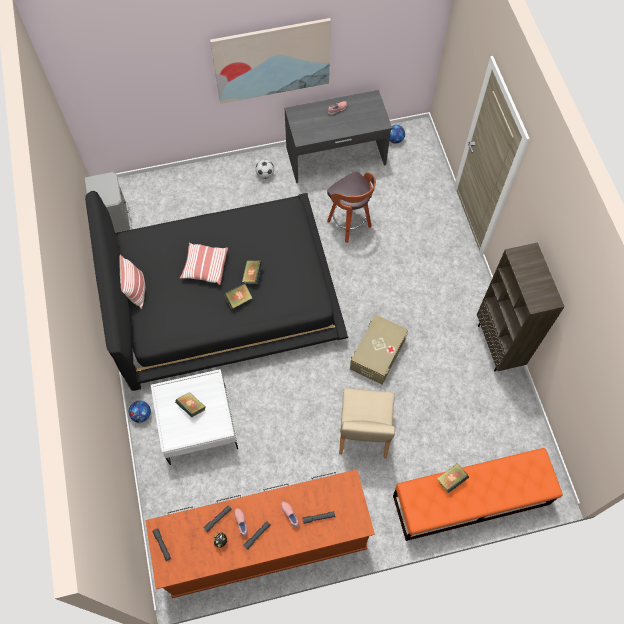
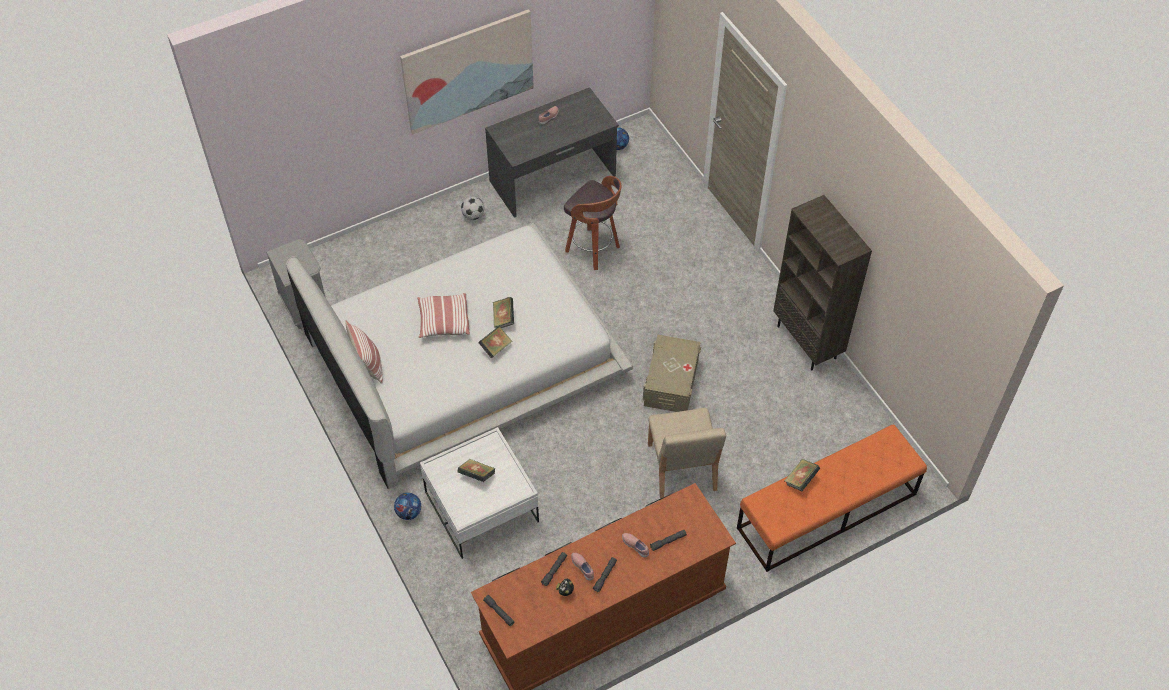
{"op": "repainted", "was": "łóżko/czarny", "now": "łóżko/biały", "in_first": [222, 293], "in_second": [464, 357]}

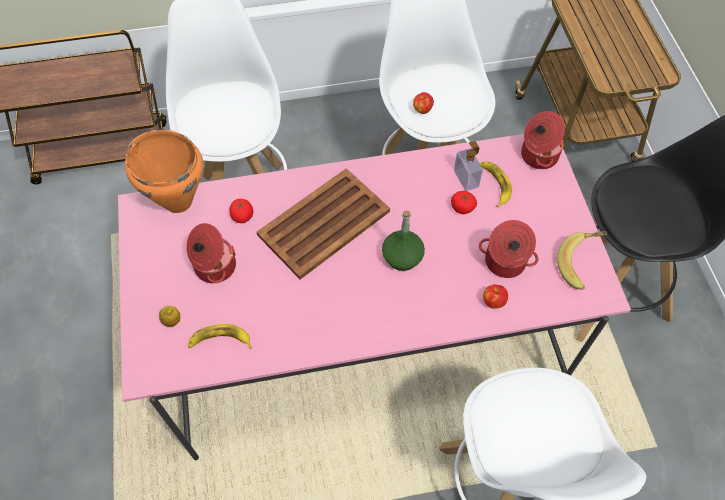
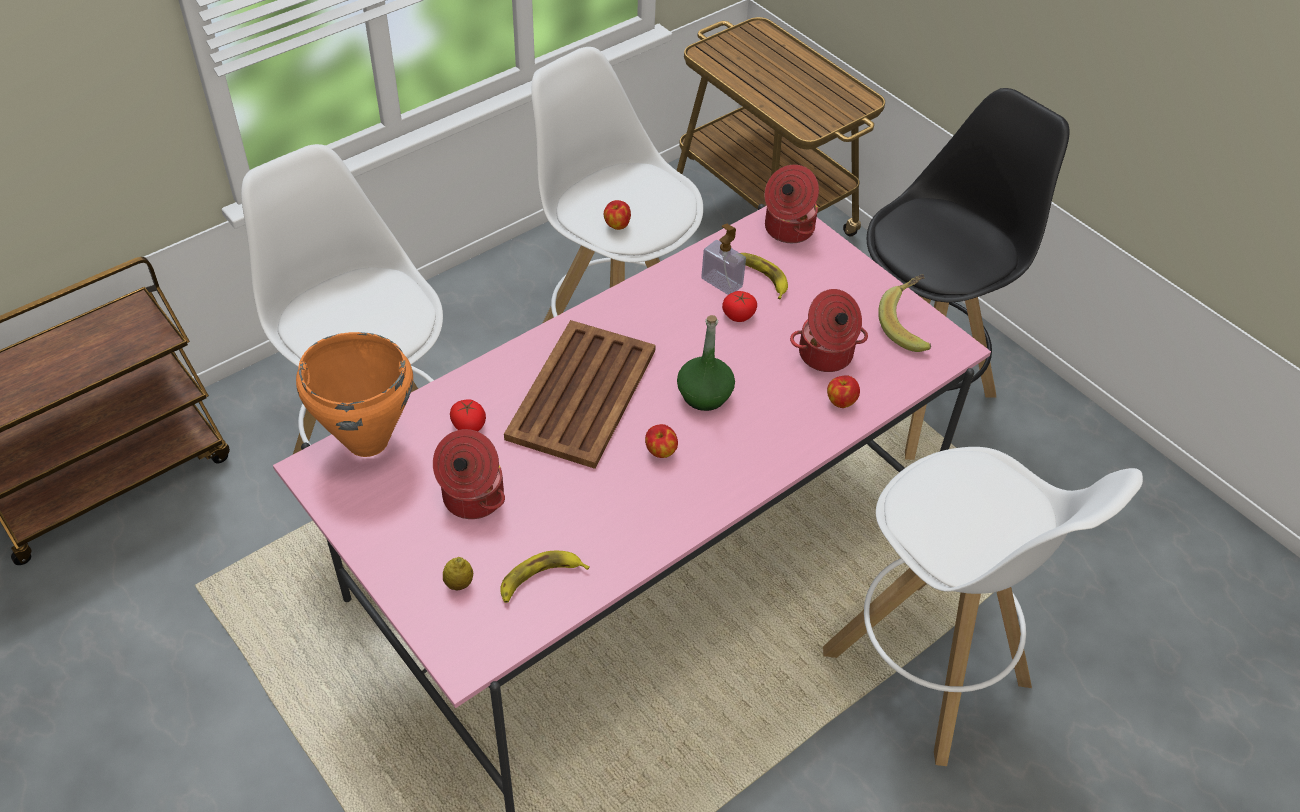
{"op": "new", "now": "jabłko", "in_second": [660, 451]}

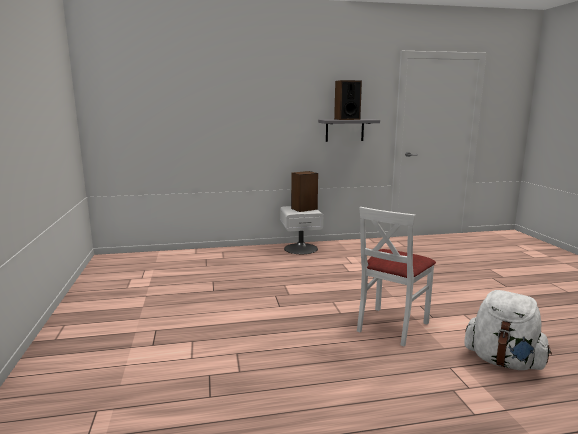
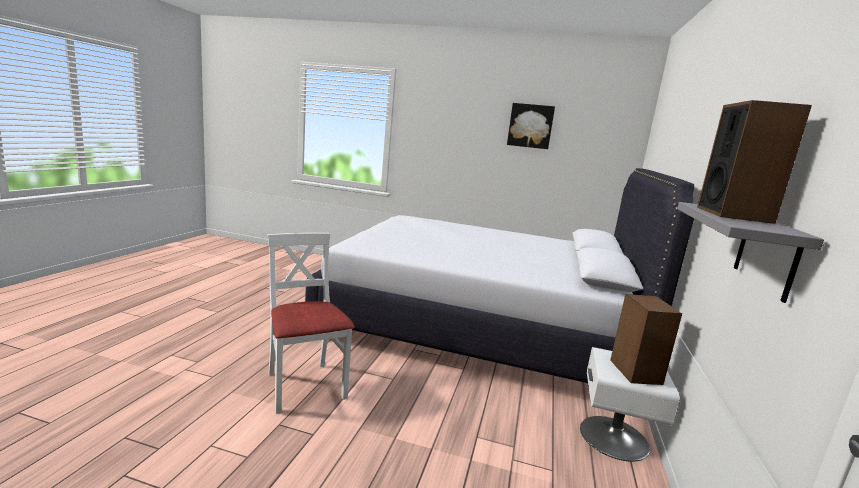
{"op": "gone", "was": "plecak/biały", "in_first": [503, 361]}
{"op": "new", "now": "łóżko/biały", "in_second": [478, 326]}
{"op": "new", "now": "obraz", "in_second": [530, 126]}

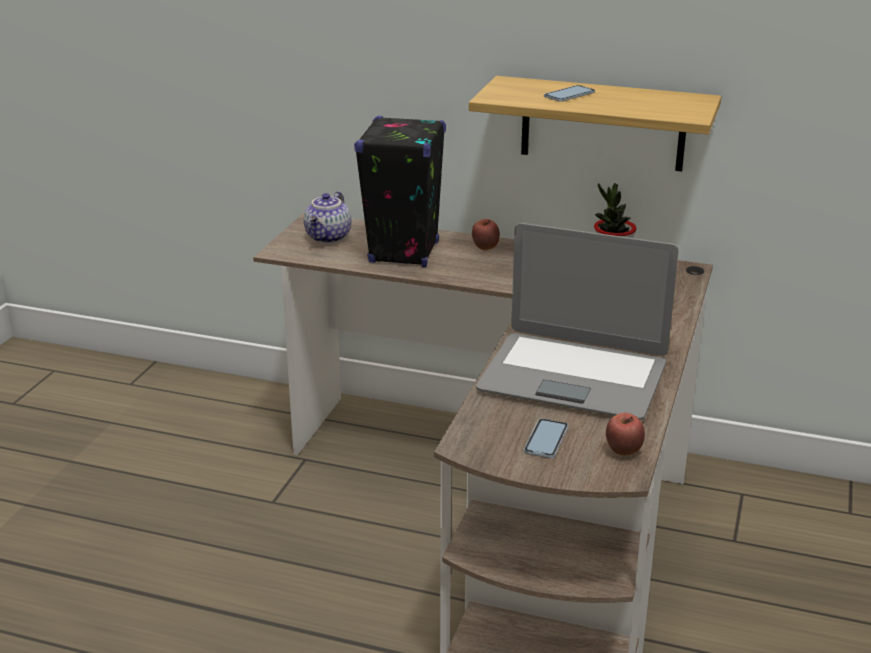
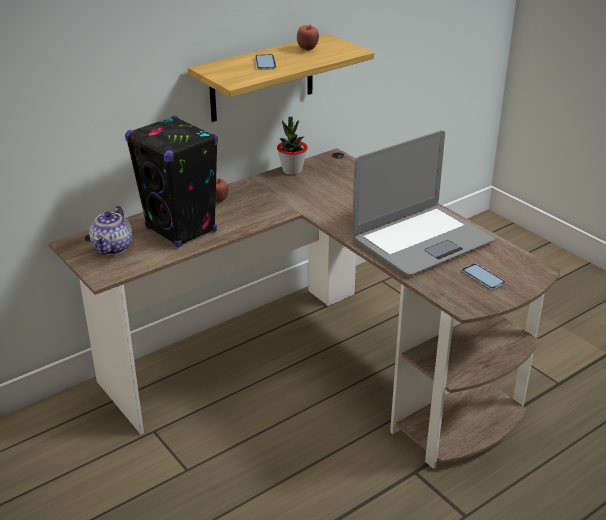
{"op": "shifted", "was": "jabłko", "in_first": [623, 452], "in_second": [307, 49]}
{"op": "rotated", "was": "imbryk", "in_first": [329, 238], "in_second": [113, 248], "clockwise": 45}

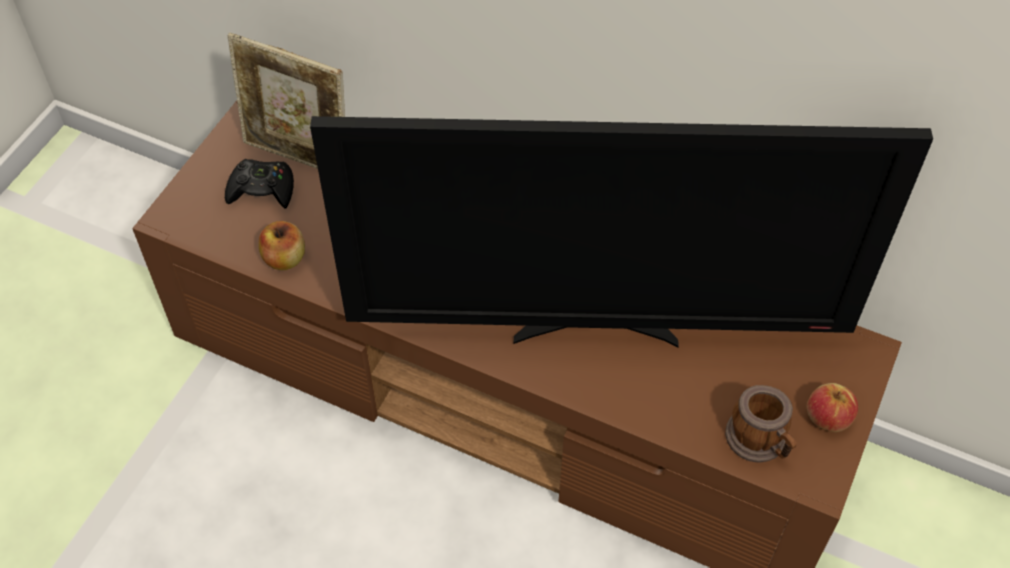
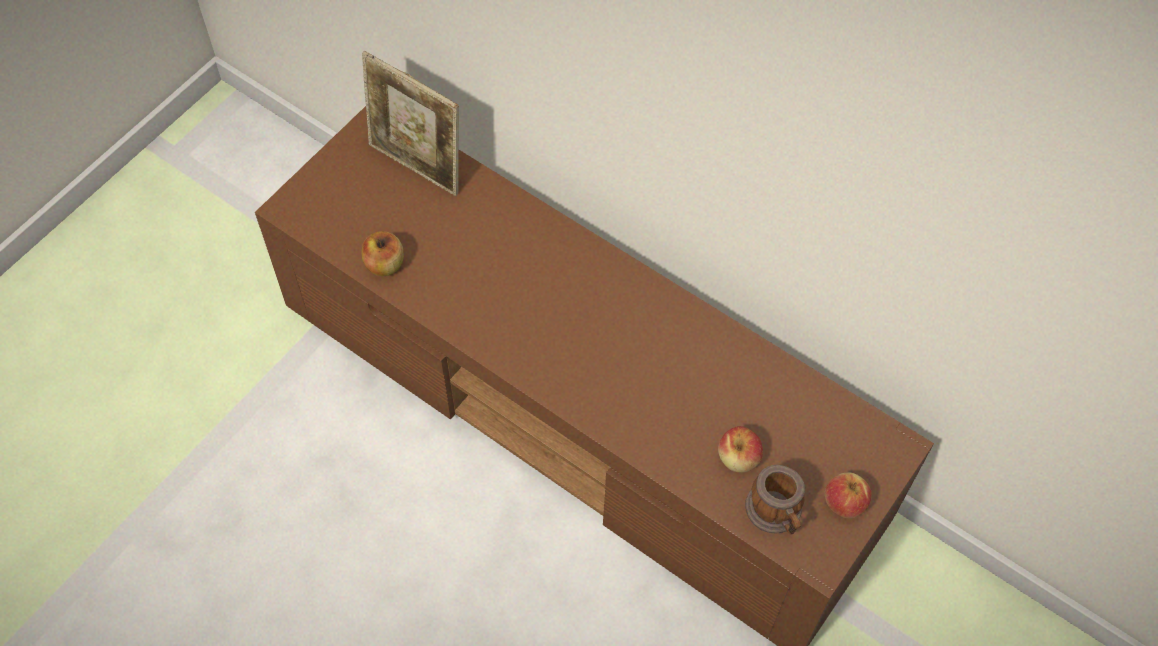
{"op": "gone", "was": "pad do gier/czarny", "in_first": [262, 189]}
{"op": "gone", "was": "telewizor", "in_first": [597, 329]}
{"op": "new", "now": "jabłko", "in_second": [738, 458]}

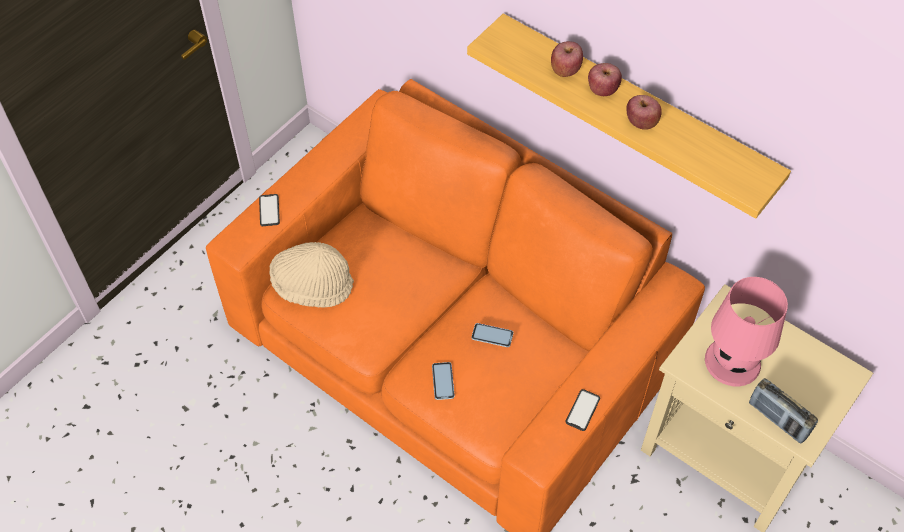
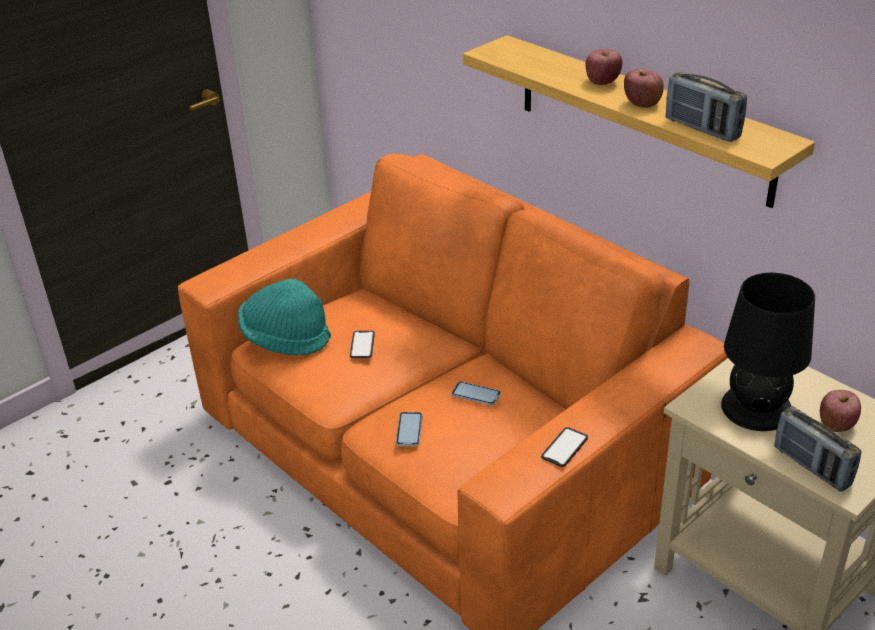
{"op": "new", "now": "radio", "in_second": [702, 129]}
{"op": "shifted", "was": "telefon", "in_first": [269, 210], "in_second": [362, 345]}
{"op": "shifted", "was": "jabłko", "in_first": [565, 70], "in_second": [836, 424]}
{"op": "repainted", "was": "kapelusz/beżowy", "now": "kapelusz/turkusowy", "in_first": [312, 286], "in_second": [285, 339]}
{"op": "repainted", "was": "lampa stołowa/różowy", "now": "lampa stołowa/czarny", "in_first": [733, 361], "in_second": [757, 407]}

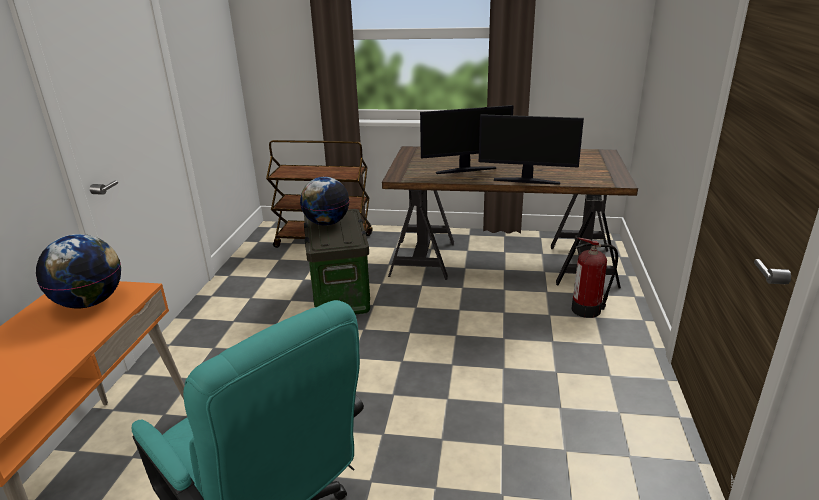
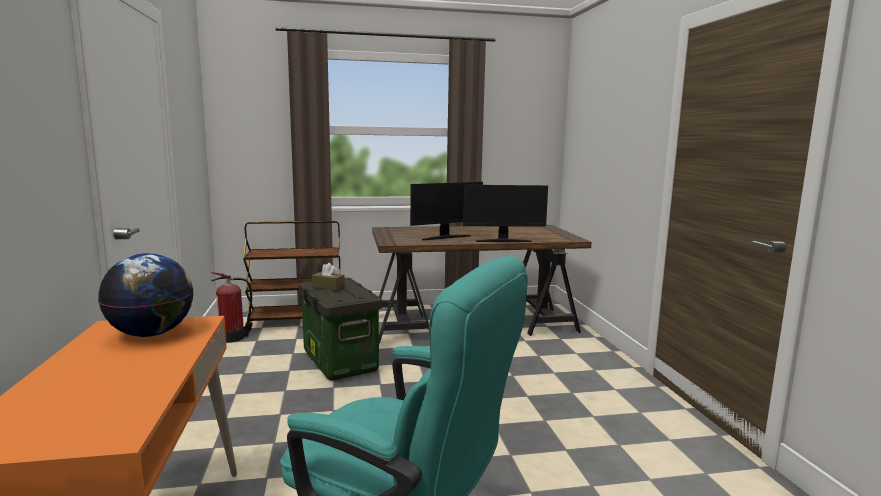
{"op": "shifted", "was": "gaśnica", "in_first": [588, 309], "in_second": [233, 337]}
{"op": "swapped", "was": "globus", "now": "pudełko chusteczek/brązowy", "in_first": [326, 223], "in_second": [328, 287]}

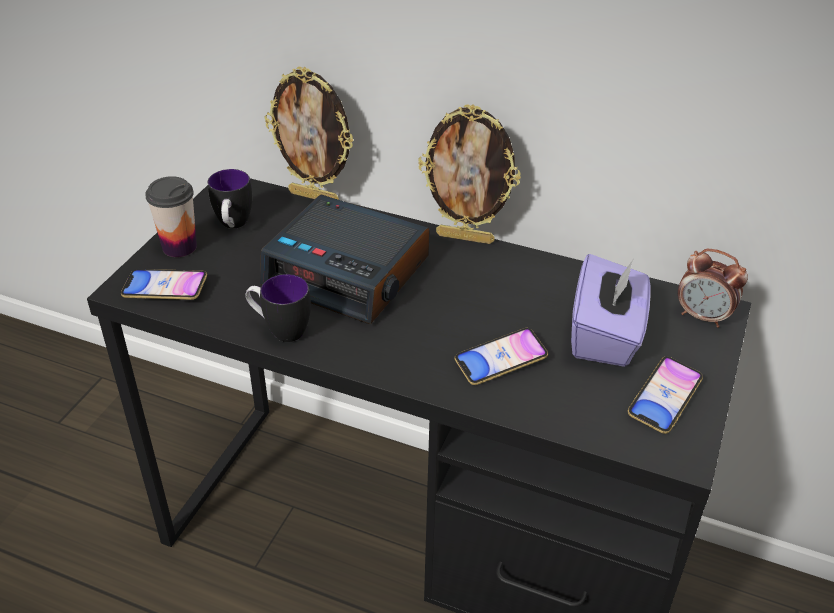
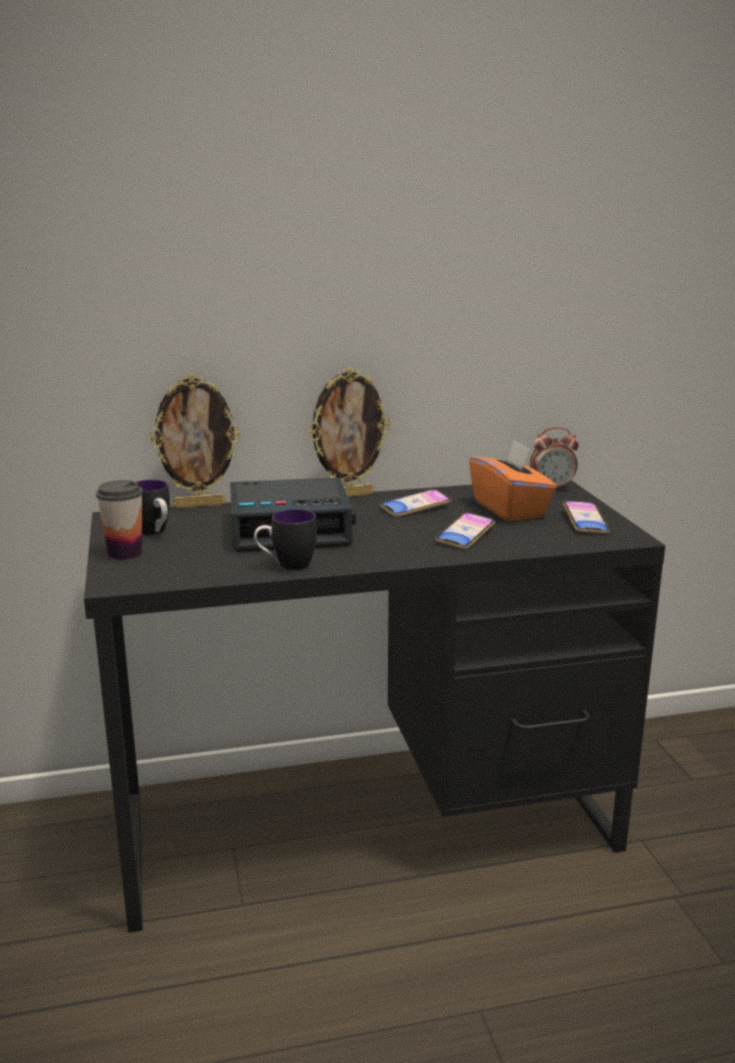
{"op": "shifted", "was": "telefon", "in_first": [165, 289], "in_second": [415, 507]}
{"op": "repainted", "was": "pudełko chusteczek/fioletowy", "now": "pudełko chusteczek/pomarańczowy", "in_first": [605, 335], "in_second": [510, 509]}

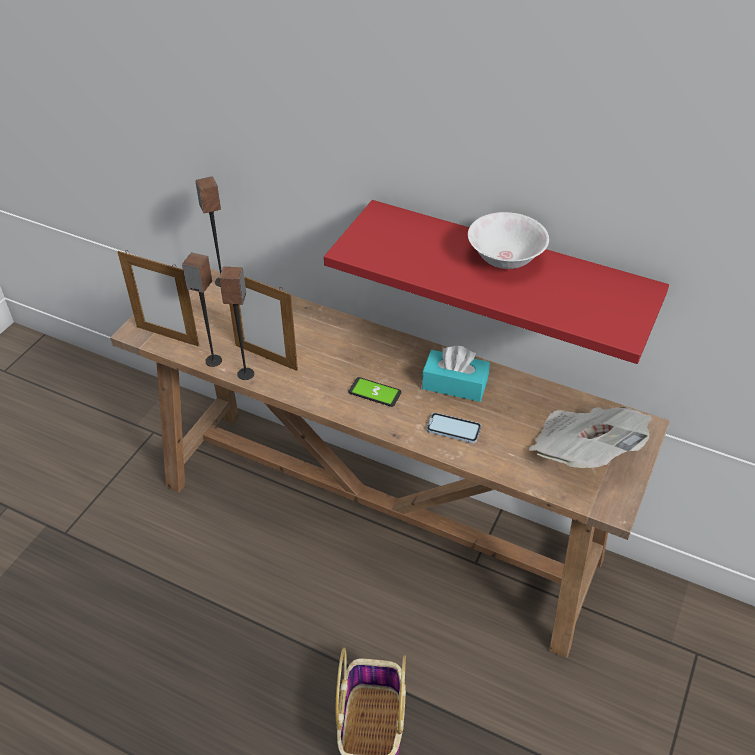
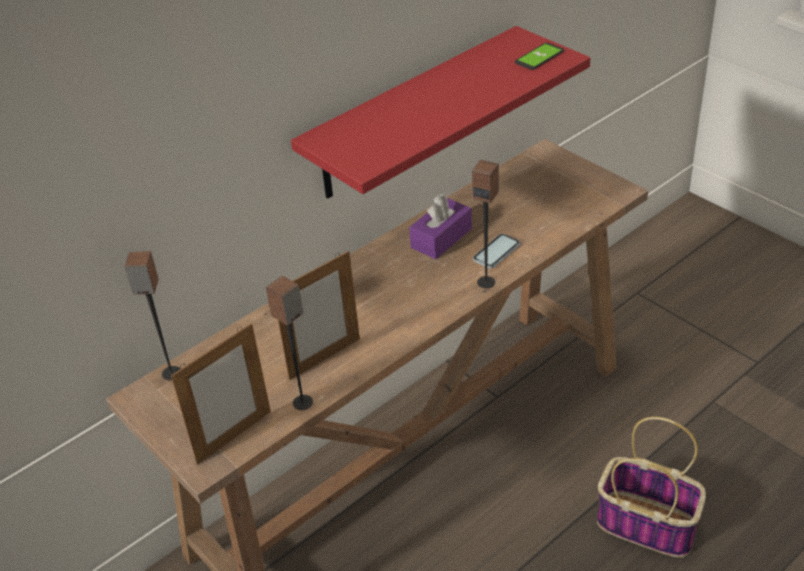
{"op": "gone", "was": "miska/biały", "in_first": [504, 259]}
{"op": "gone", "was": "gazeta", "in_first": [583, 452]}
{"op": "shifted", "was": "głośnik", "in_first": [246, 374], "in_second": [486, 282]}
{"op": "shifted", "was": "telefon", "in_first": [374, 392], "in_second": [539, 57]}
{"op": "repainted", "was": "pudełko chusteczek/turkusowy", "now": "pudełko chusteczek/fioletowy", "in_first": [454, 384], "in_second": [441, 238]}

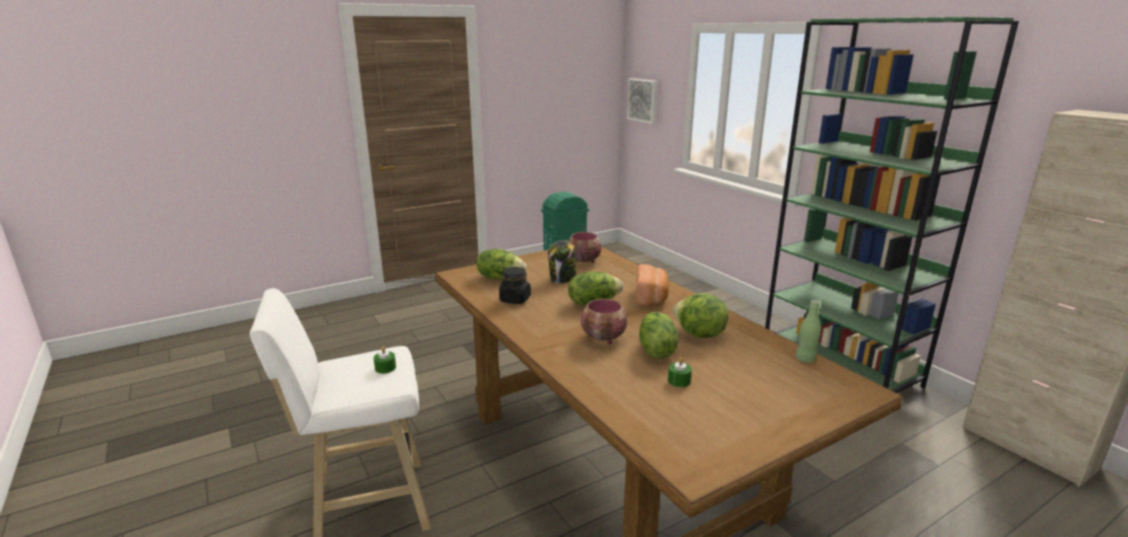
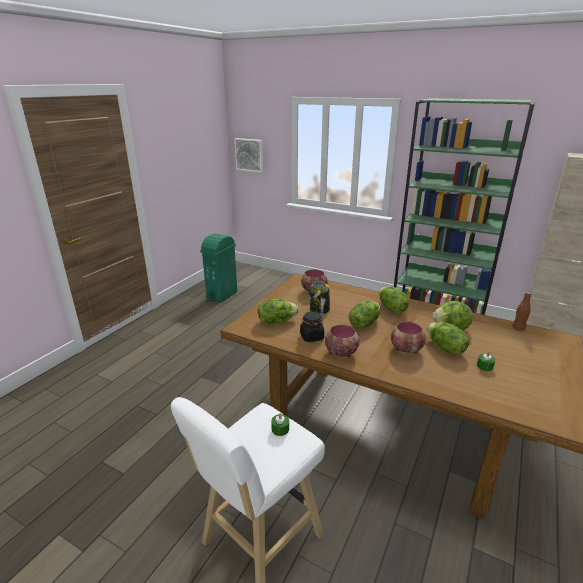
{"op": "new", "now": "miska", "in_second": [340, 352]}
{"op": "swapped", "was": "chleb", "now": "sałata", "in_first": [651, 297], "in_second": [391, 309]}
{"op": "repainted", "was": "butelka/zielony", "now": "butelka/brązowy", "in_first": [805, 359], "in_second": [518, 328]}

